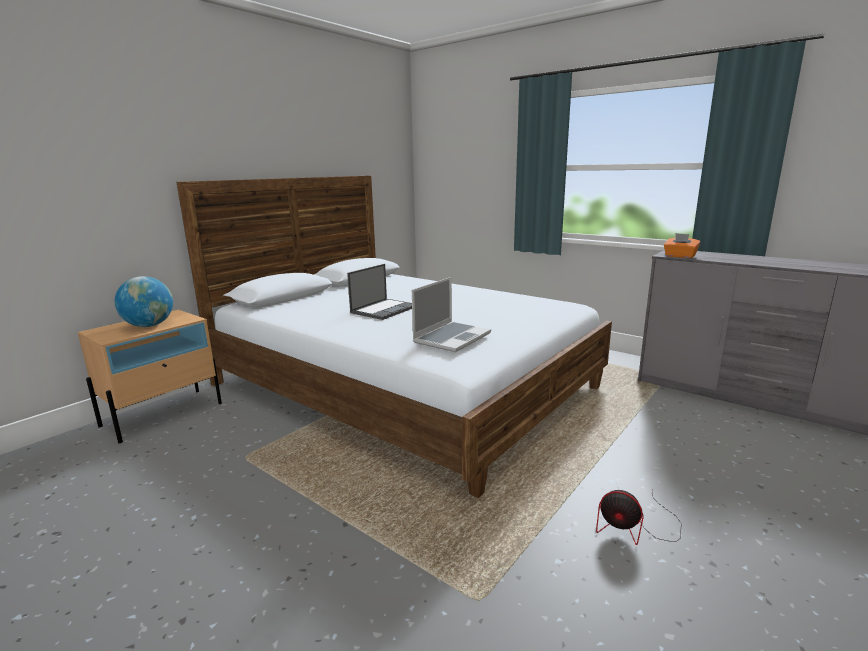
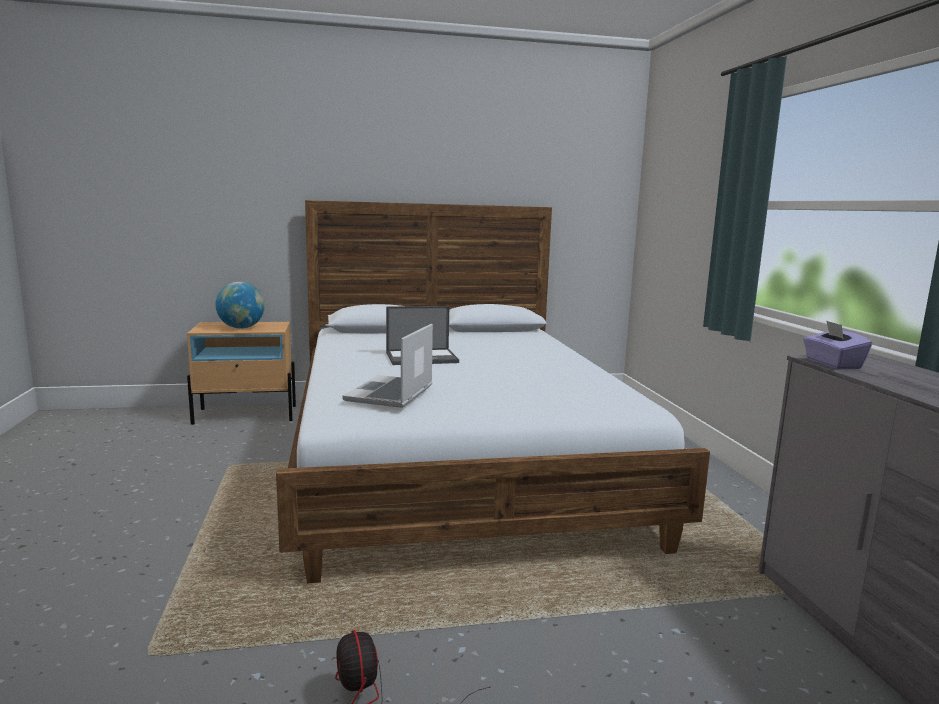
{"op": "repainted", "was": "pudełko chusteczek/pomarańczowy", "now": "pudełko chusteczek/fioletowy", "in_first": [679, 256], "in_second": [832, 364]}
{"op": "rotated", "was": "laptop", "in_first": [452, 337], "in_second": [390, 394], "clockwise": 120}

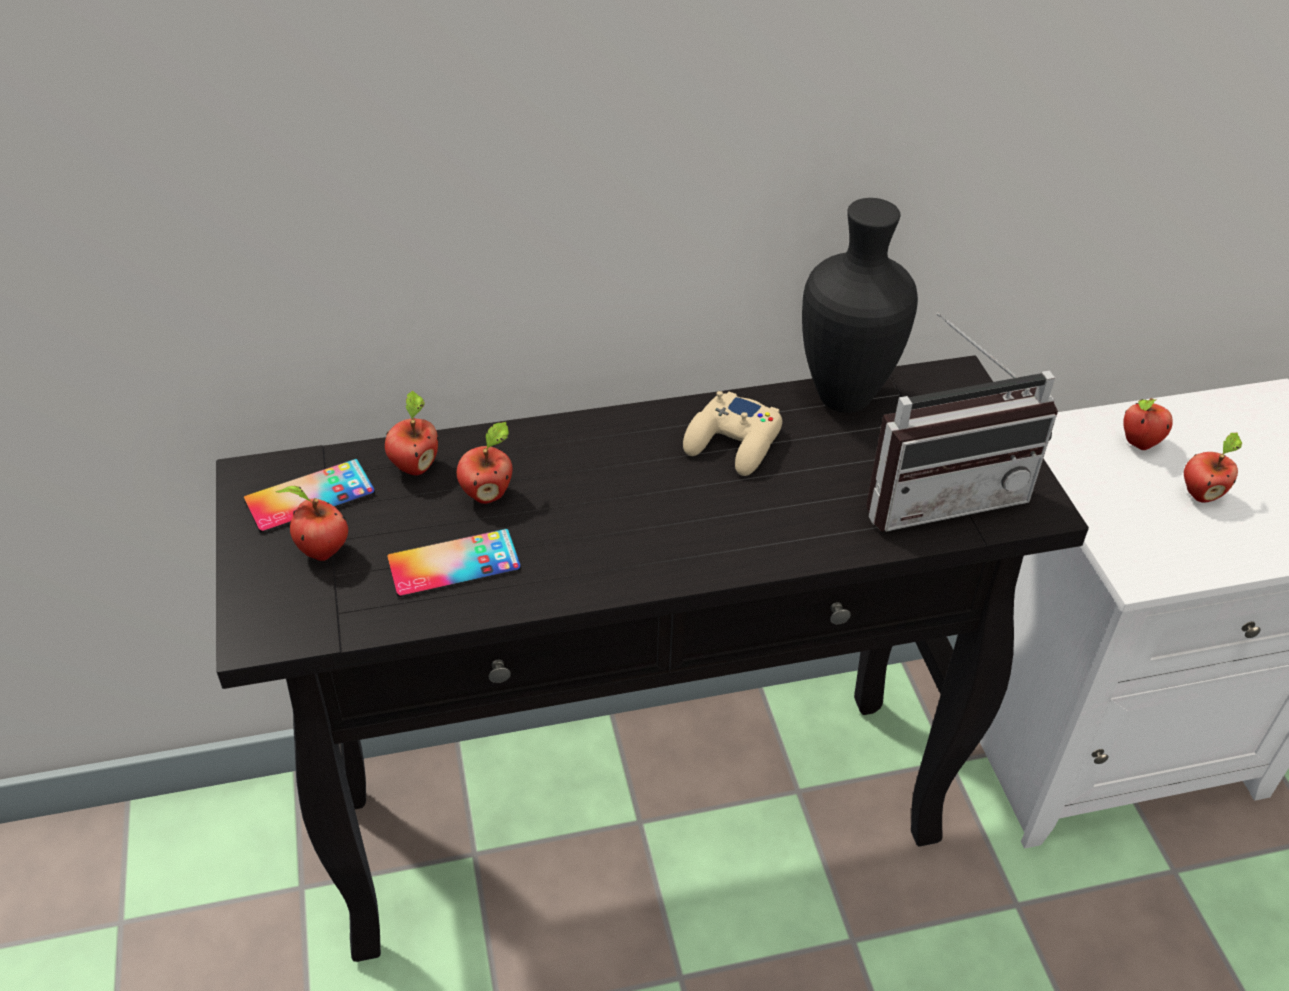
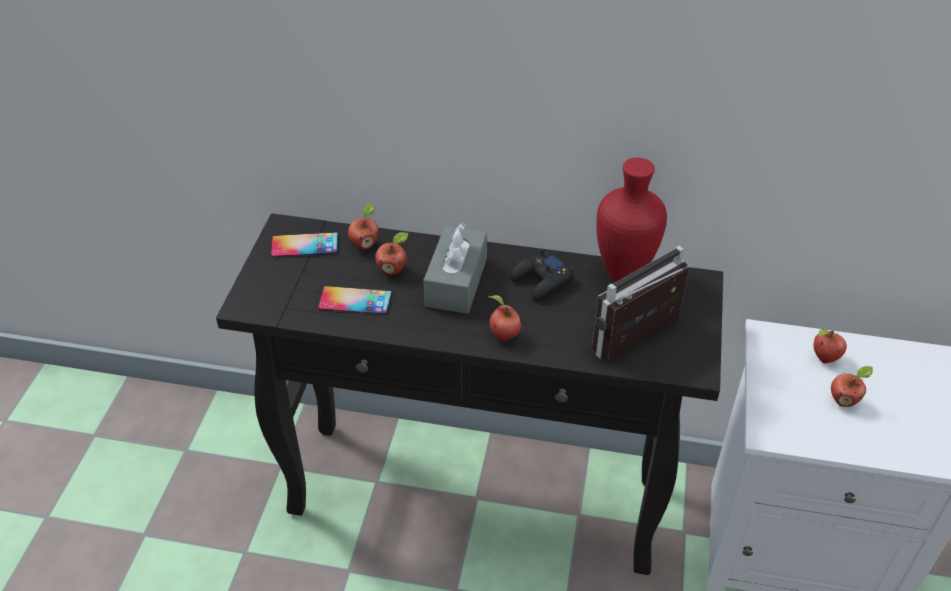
{"op": "new", "now": "pudełko chusteczek/szary", "in_second": [456, 282]}
{"op": "shifted", "was": "jabłko", "in_first": [320, 552], "in_second": [503, 335]}
{"op": "repainted", "was": "pad do gier/beżowy", "now": "pad do gier/czarny", "in_first": [733, 443], "in_second": [542, 281]}
{"op": "repainted", "was": "wazon/czarny", "now": "wazon/czerwony", "in_first": [840, 398], "in_second": [621, 274]}
{"op": "rotated", "was": "radio", "in_first": [940, 493], "in_second": [643, 344], "clockwise": 135}

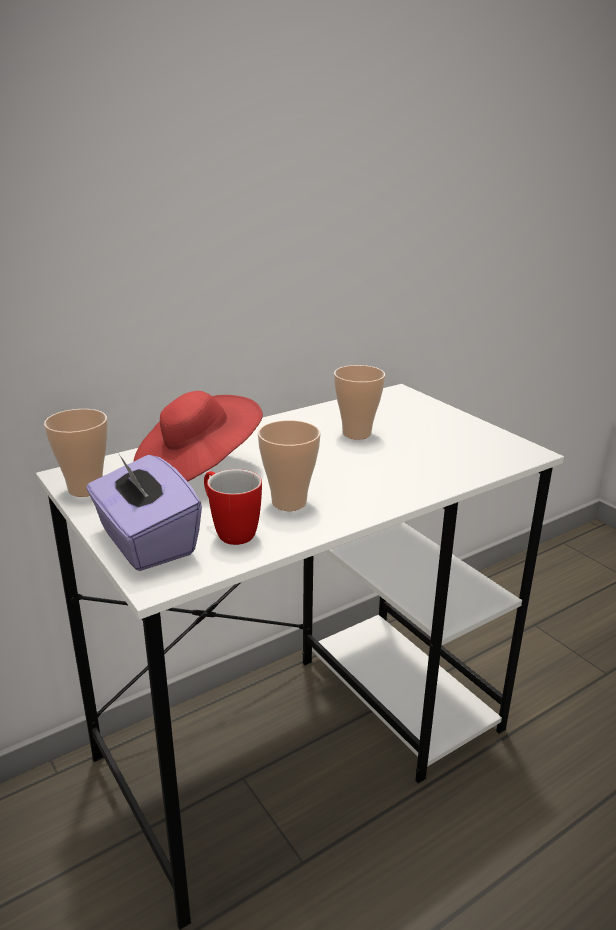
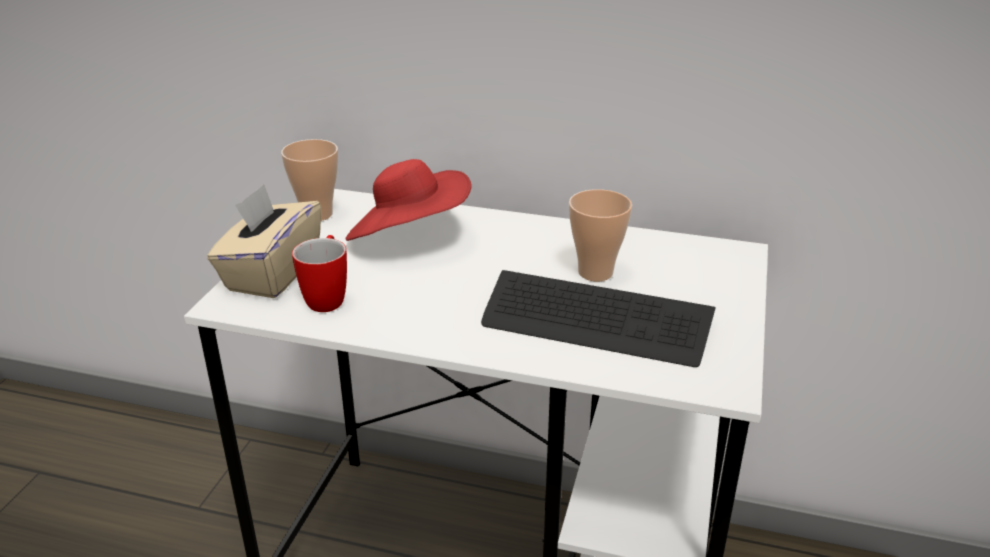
{"op": "gone", "was": "filiżanka", "in_first": [289, 502]}
{"op": "new", "now": "klawiatura", "in_second": [596, 321]}
{"op": "repainted", "was": "pudełko chusteczek/fioletowy", "now": "pudełko chusteczek/beżowy", "in_first": [145, 542], "in_second": [271, 273]}

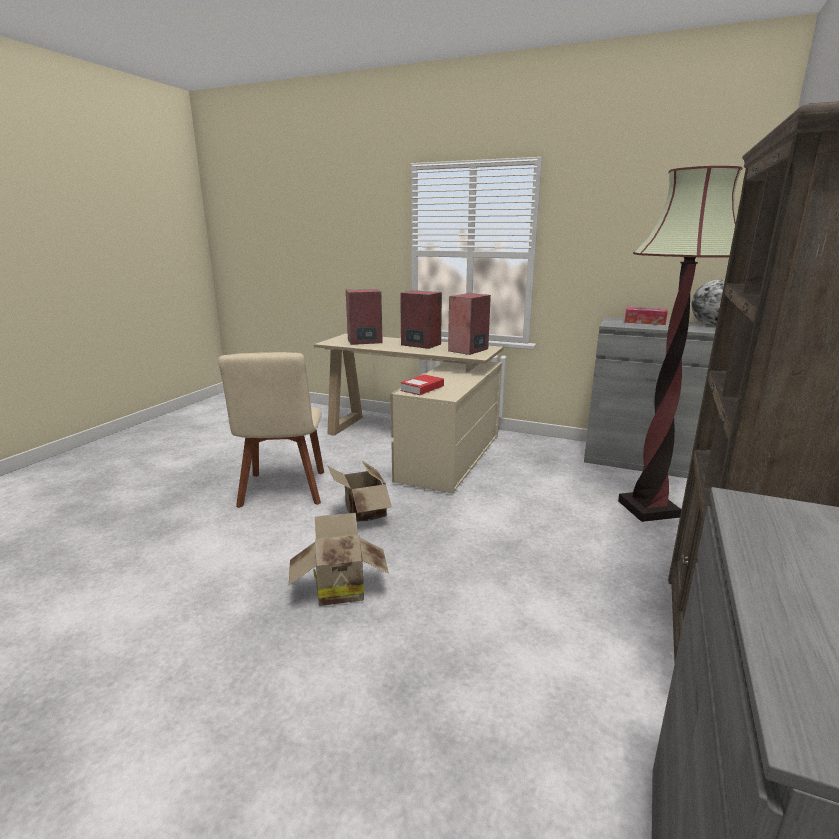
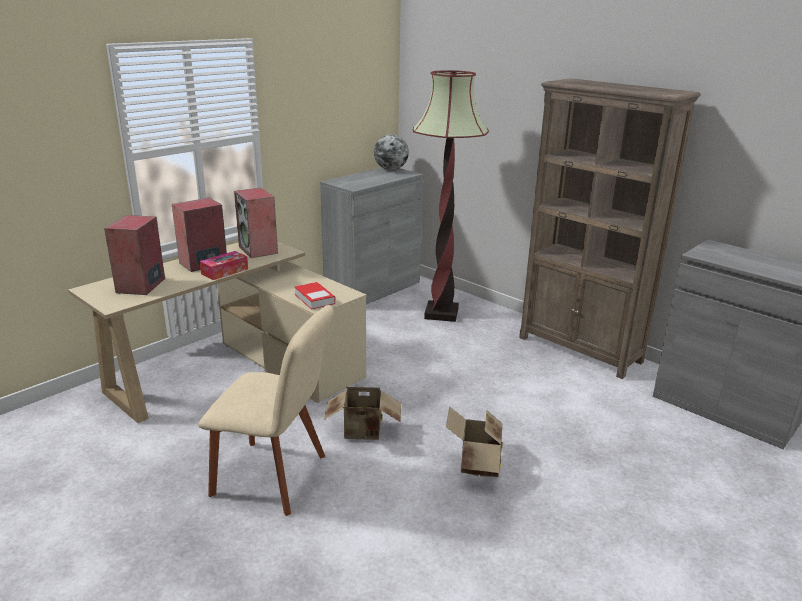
{"op": "shifted", "was": "pudełko chusteczek", "in_first": [644, 322], "in_second": [224, 271]}

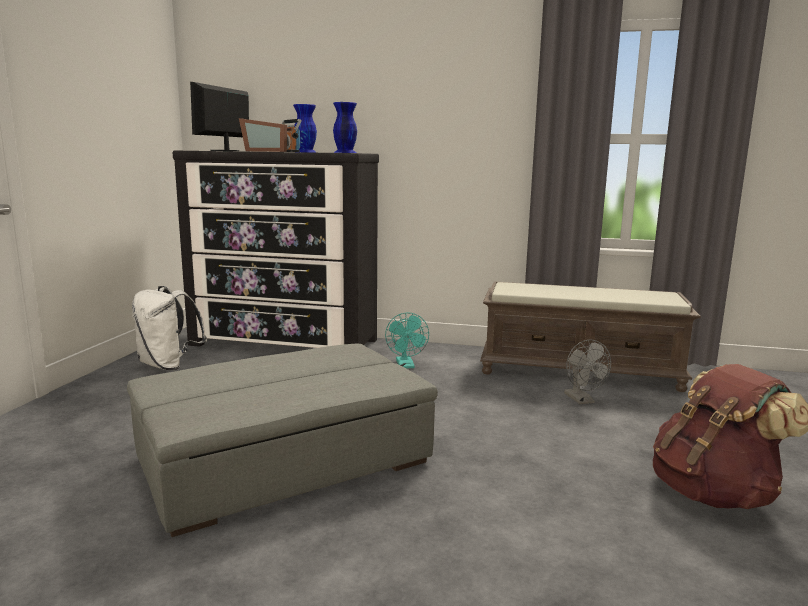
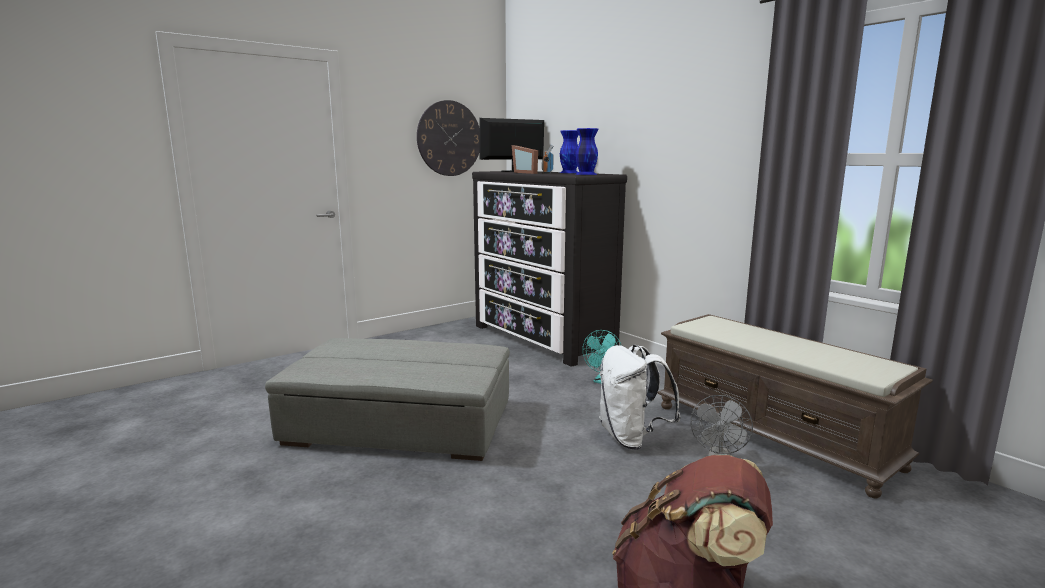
{"op": "new", "now": "zegar ścienny", "in_second": [449, 138]}
{"op": "shifted", "was": "plecak/biały", "in_first": [168, 365], "in_second": [632, 438]}

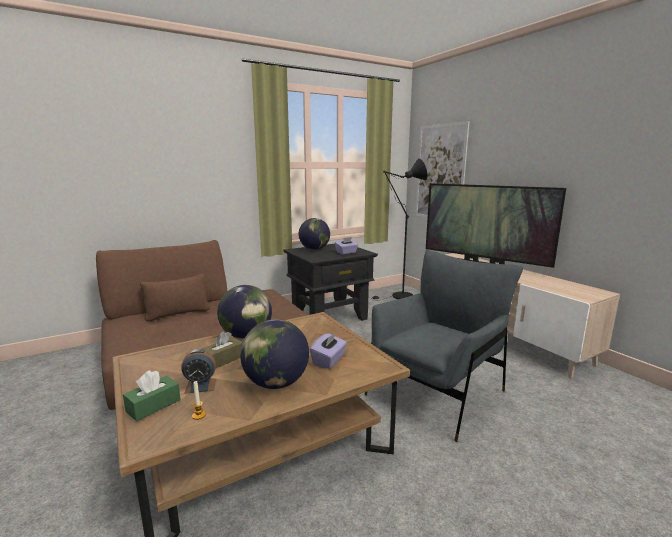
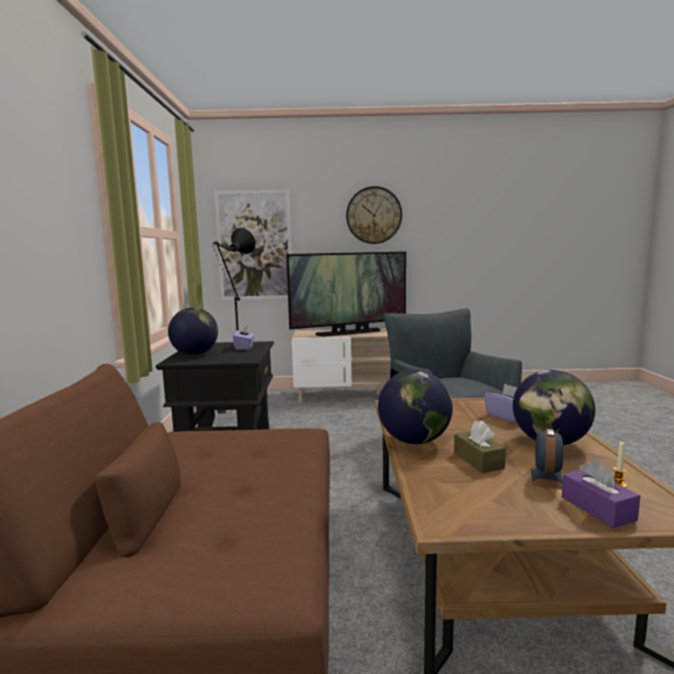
{"op": "new", "now": "zegar ścienny", "in_second": [374, 215]}
{"op": "repainted", "was": "pudełko chusteczek/zielony", "now": "pudełko chusteczek/fioletowy", "in_first": [153, 405], "in_second": [597, 508]}

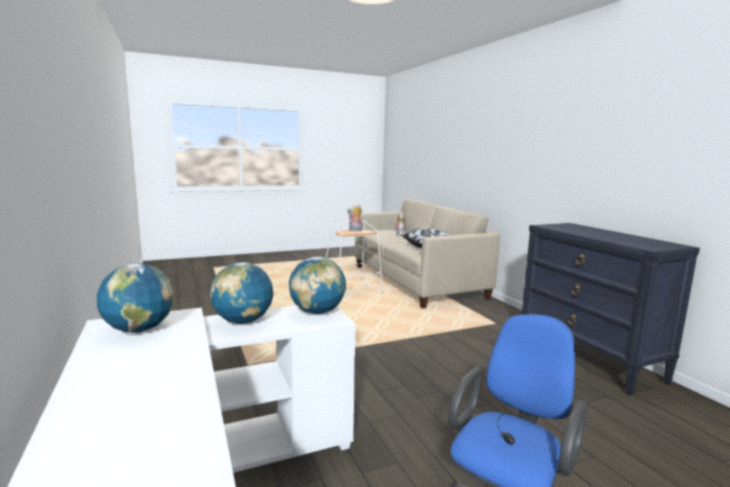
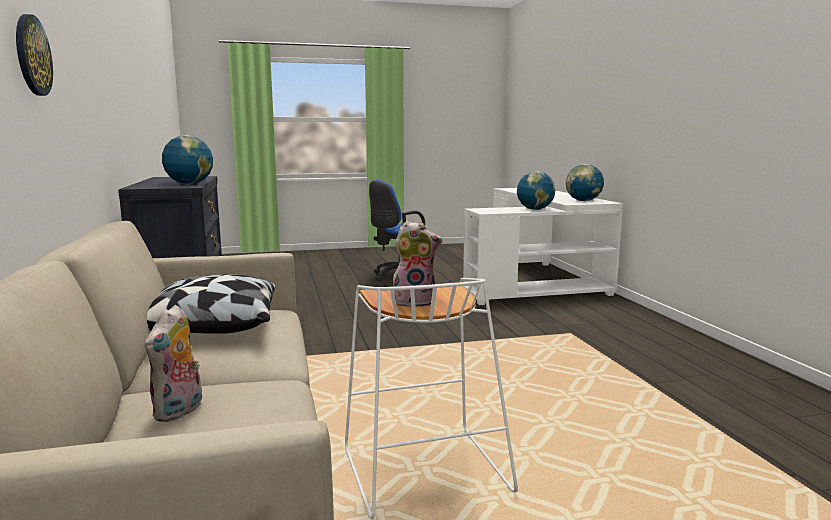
{"op": "new", "now": "zegar ścienny", "in_second": [32, 55]}
{"op": "shifted", "was": "globus", "in_first": [317, 312], "in_second": [189, 184]}

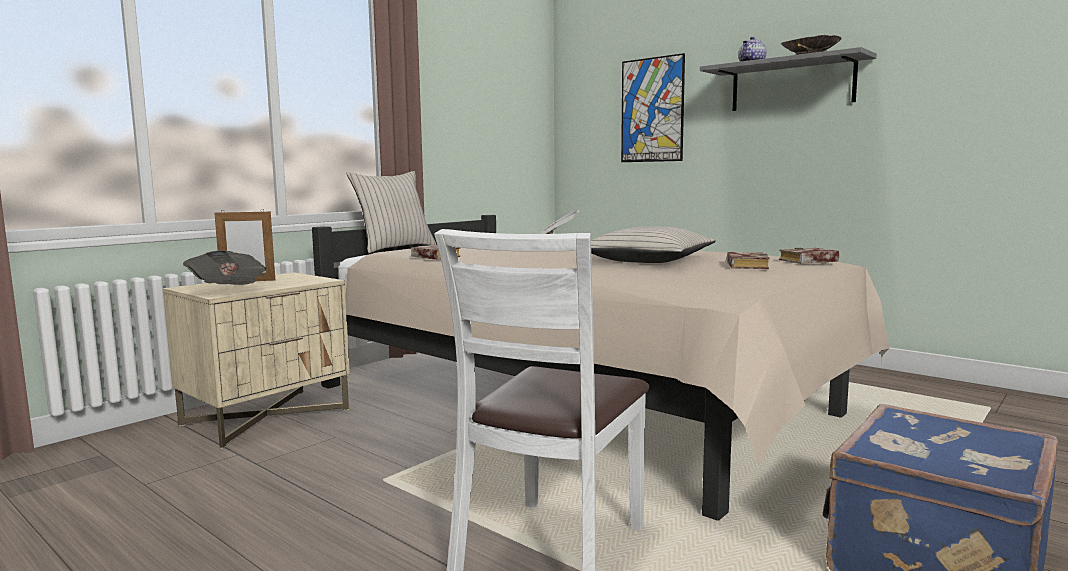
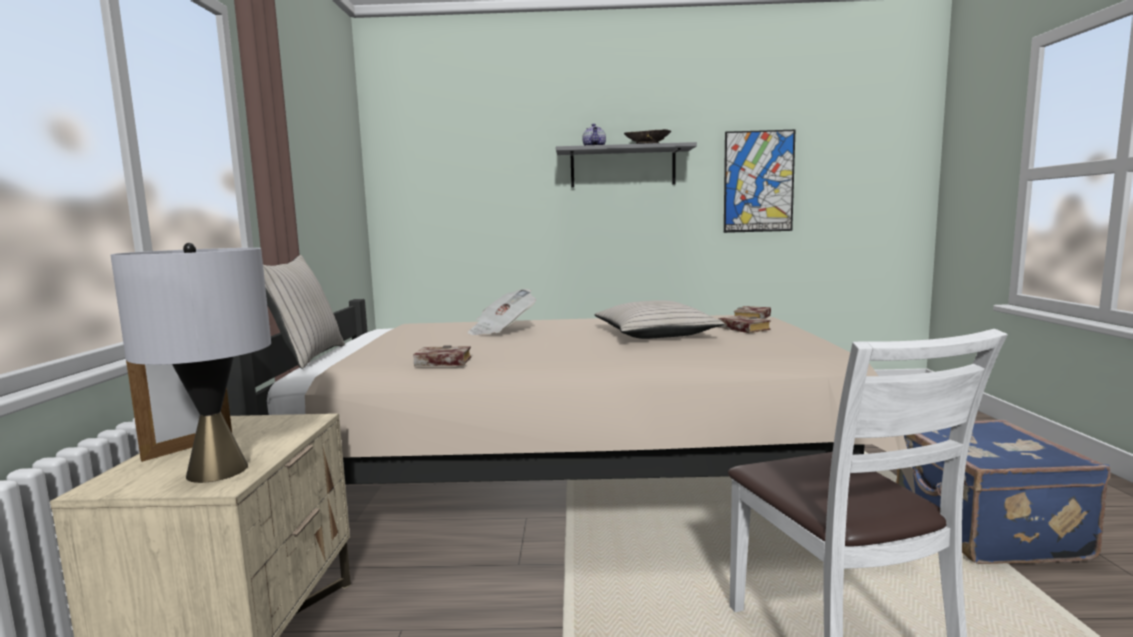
{"op": "shifted", "was": "obraz", "in_first": [652, 110], "in_second": [758, 181]}
{"op": "swapped", "was": "gazeta", "now": "lampa stołowa/szary", "in_first": [230, 290], "in_second": [216, 471]}

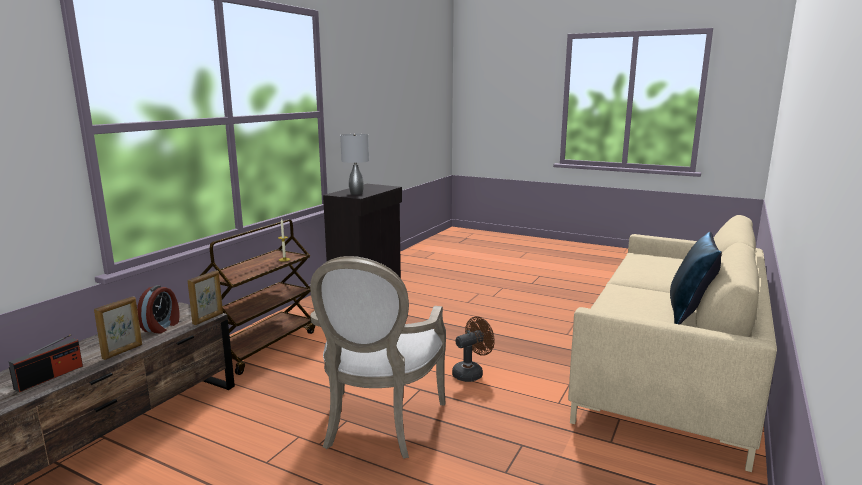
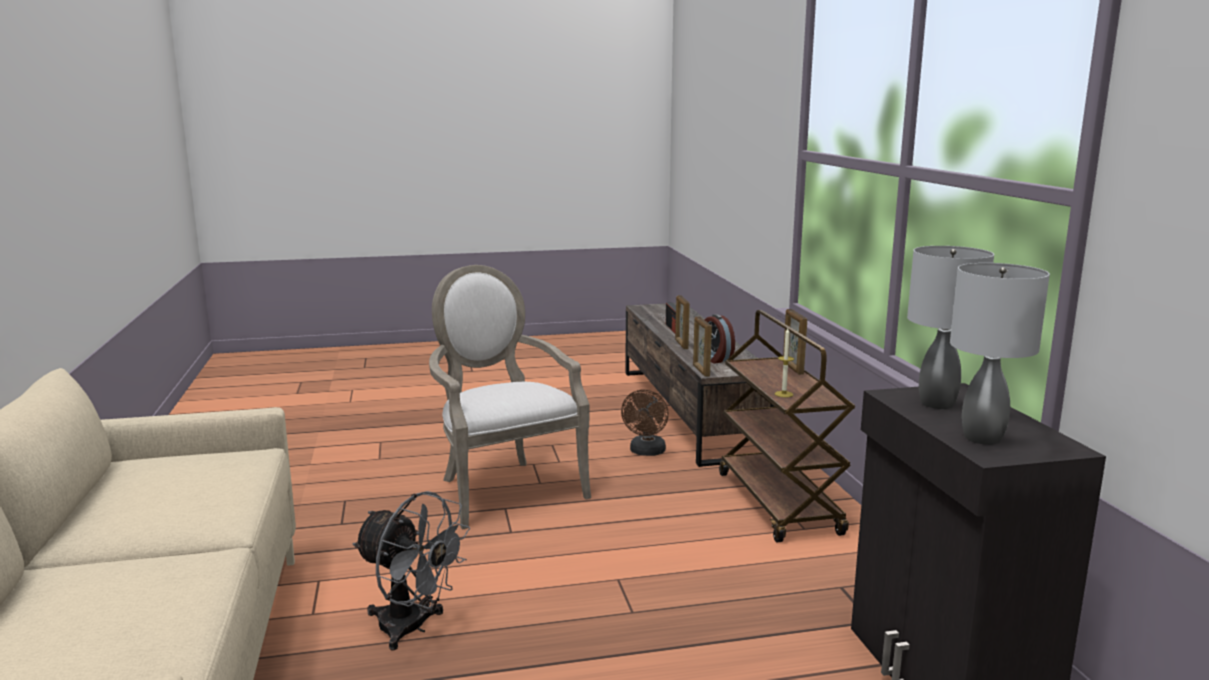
{"op": "gone", "was": "poduszka/niebieski", "in_first": [689, 315]}
{"op": "new", "now": "wentylator/szary", "in_second": [412, 628]}
{"op": "new", "now": "ramka na zdjęcie", "in_second": [792, 368]}
{"op": "new", "now": "lampa stołowa/szary", "in_second": [981, 438]}
{"op": "shifted", "was": "wentylator/brązowy", "in_first": [471, 373], "in_second": [646, 452]}

